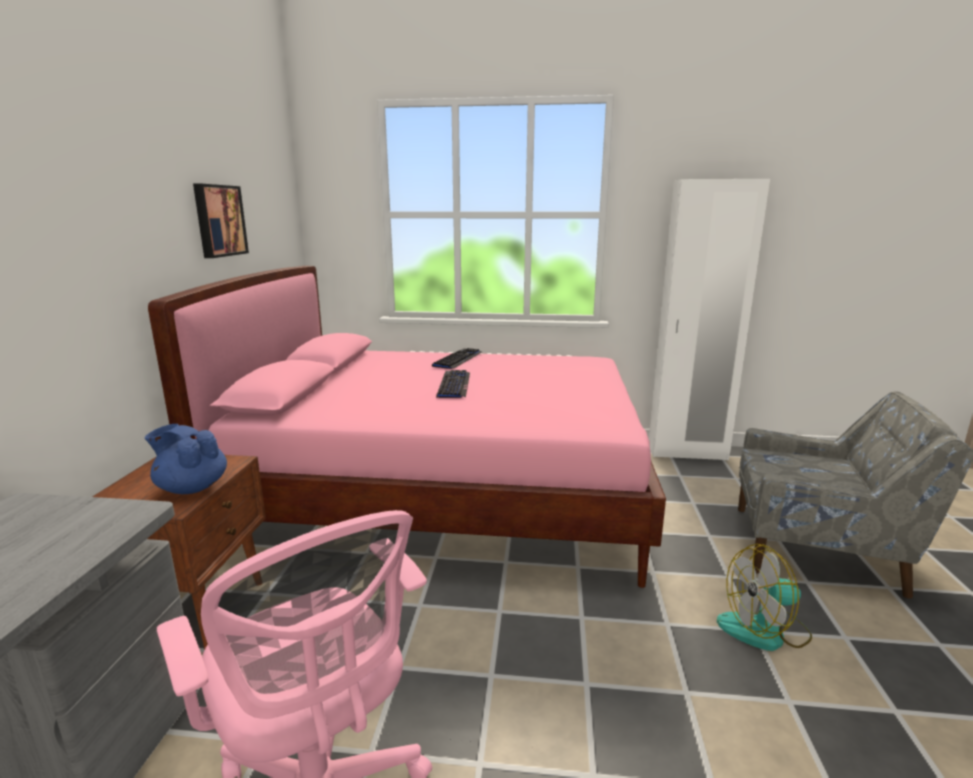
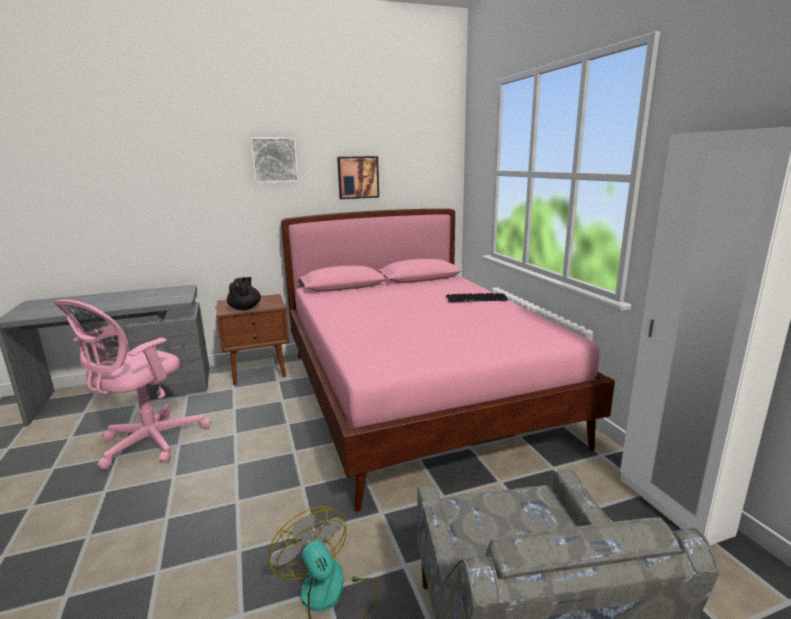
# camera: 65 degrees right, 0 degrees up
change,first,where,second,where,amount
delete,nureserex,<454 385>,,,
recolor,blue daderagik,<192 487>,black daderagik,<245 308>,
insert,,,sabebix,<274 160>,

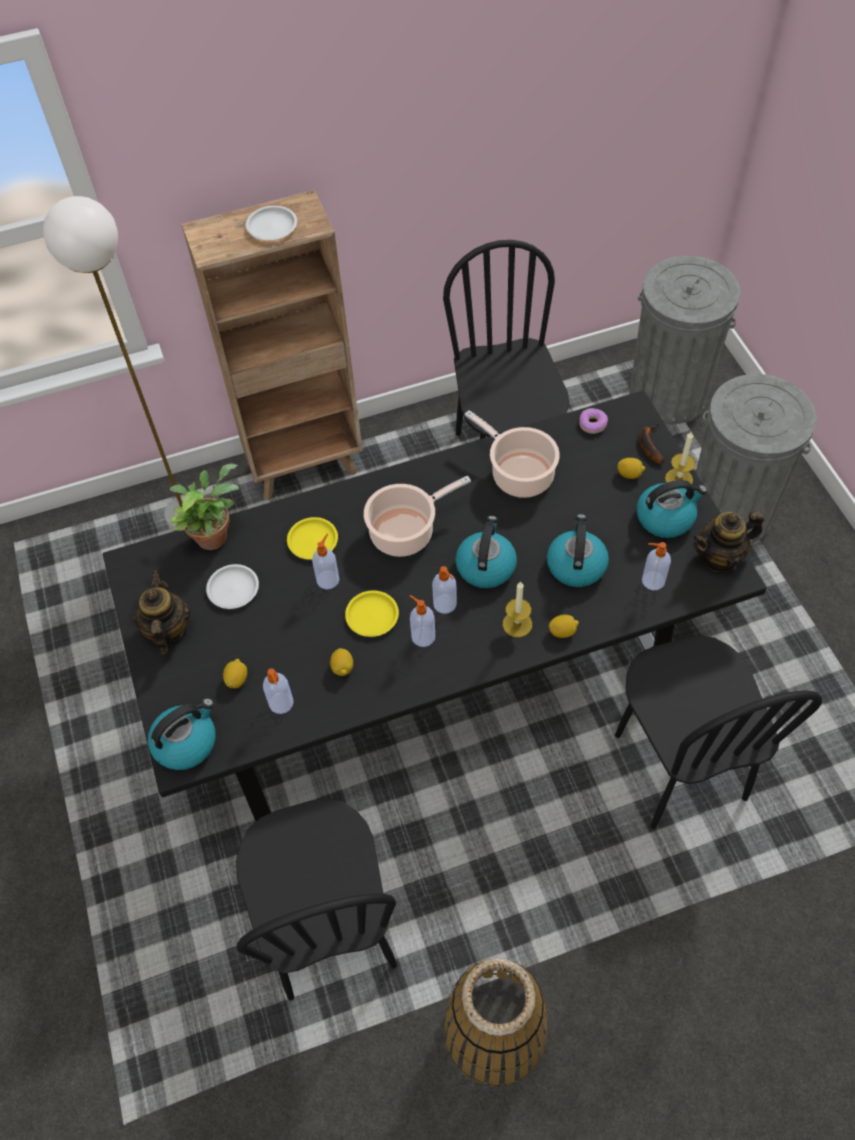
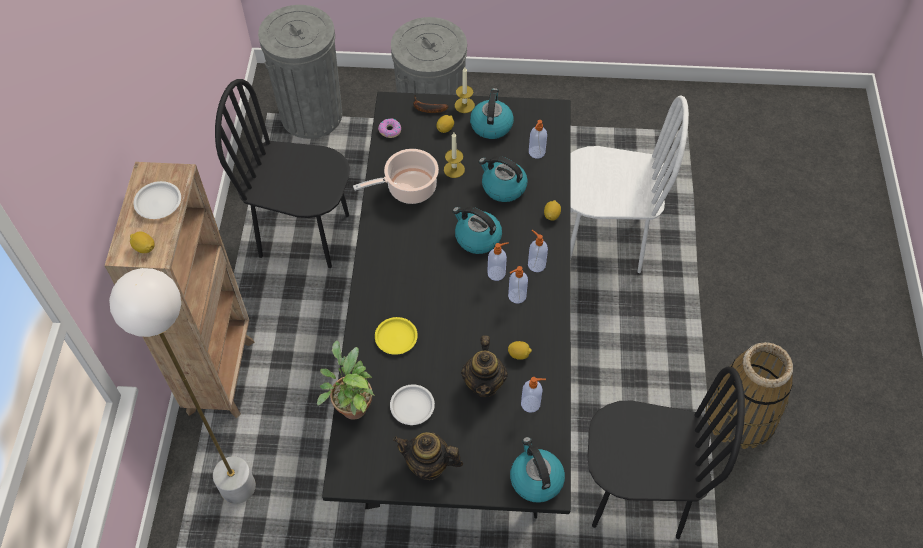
# camera: 70 degrees left, 0 degrees up
change,first,where,second,where,amount
delete,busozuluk,<406 531>,,,
move,daderagik,<720 557>,,<484 383>,
move,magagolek,<328 579>,,<536 264>,
move,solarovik,<517 624>,,<454 169>,
delete,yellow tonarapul,<371 616>,,,
recolor,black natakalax,<678 767>,white natakalax,<604 240>,
move,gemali,<237 679>,,<144 248>,

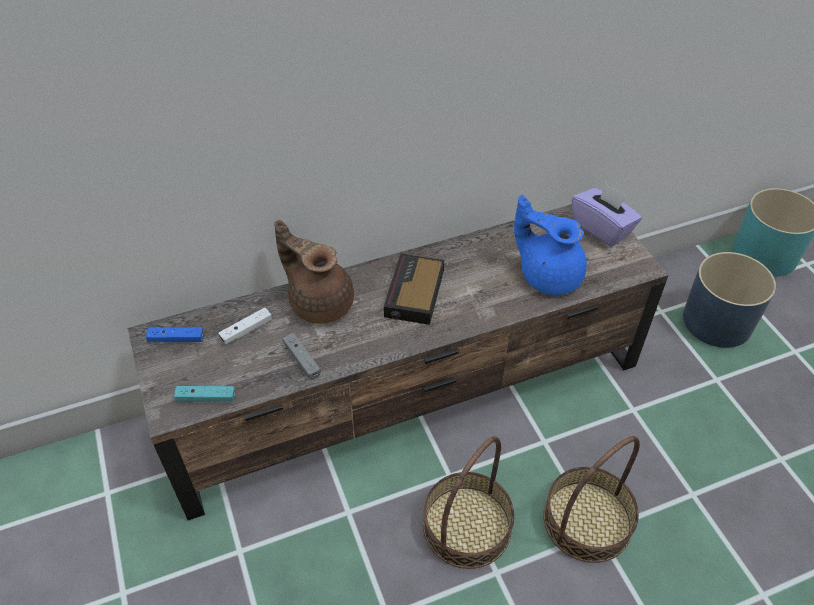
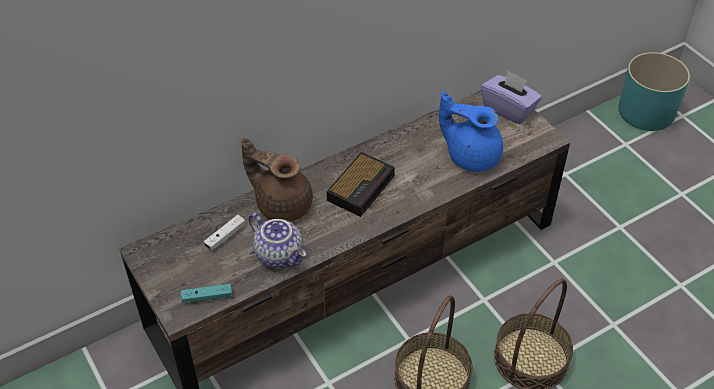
# camera: 10 degrees left, 0 degrees up
change,first,where,second,where,amount
delete,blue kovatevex,<717 322>,,,
rotate,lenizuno,<414 295>,,<361 187>,150 degrees counterclockwise
delete,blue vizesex,<176 339>,,,
replace,grey vizesex,<302 360>,daderagik,<280 254>,

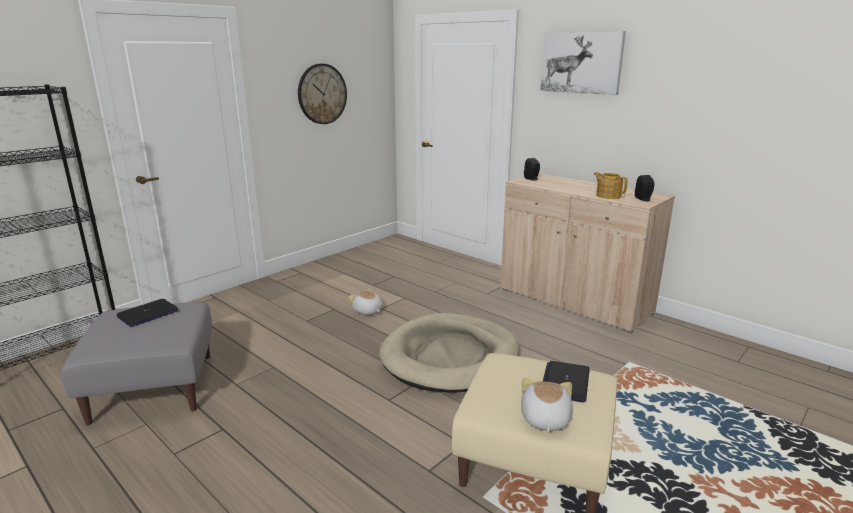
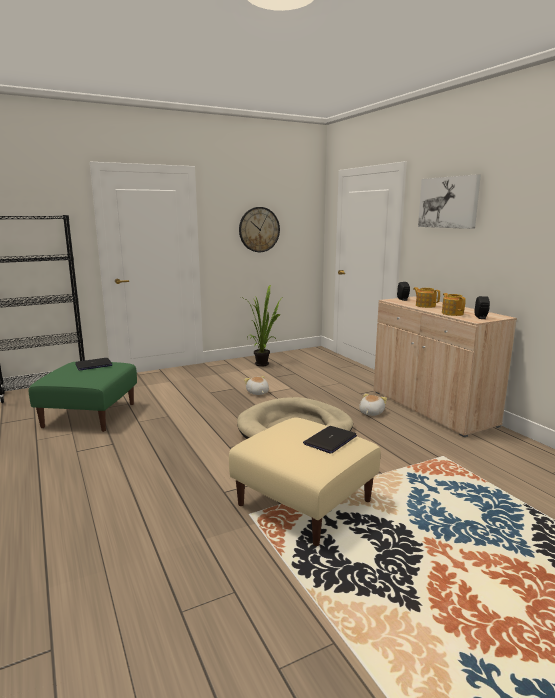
# camera: 20 degrees right, 5 degrees down
change,first,where,second,where,amount
recolor,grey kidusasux,<153 387>,green kidusasux,<89 415>,
move,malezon,<544 419>,,<370 412>,
insert,,,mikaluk,<264 363>,
insert,,,daderagik,<425 305>,

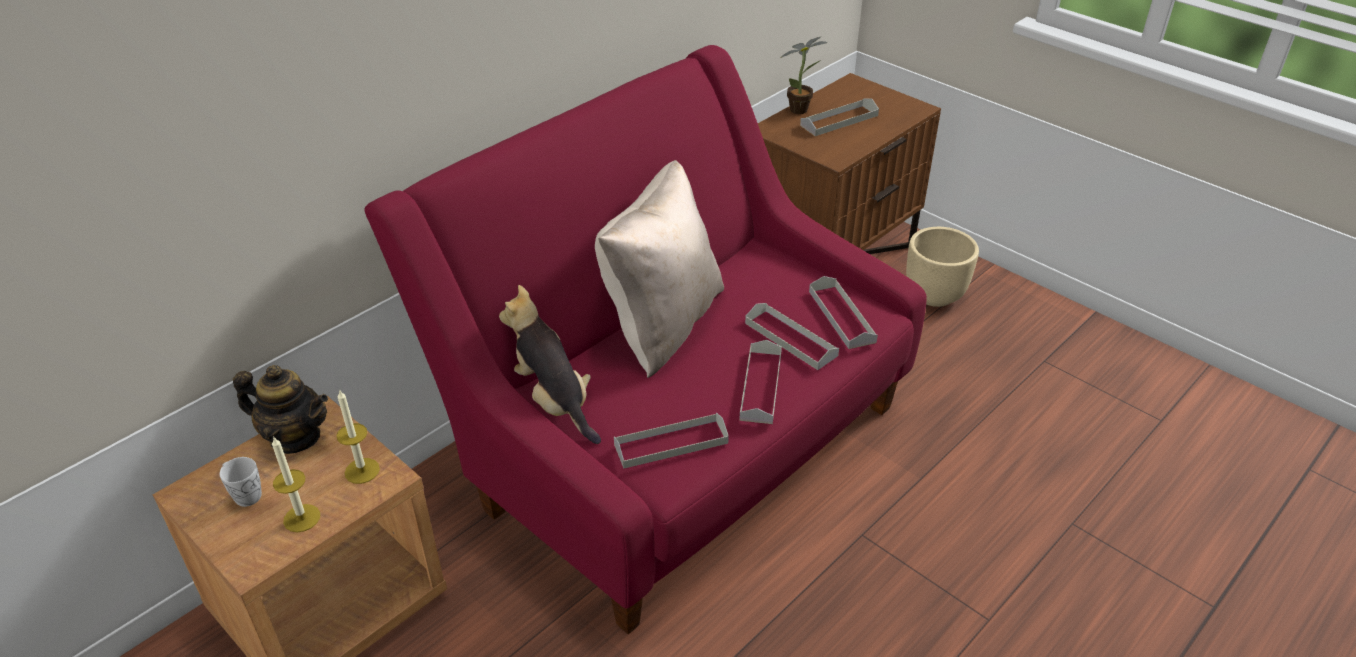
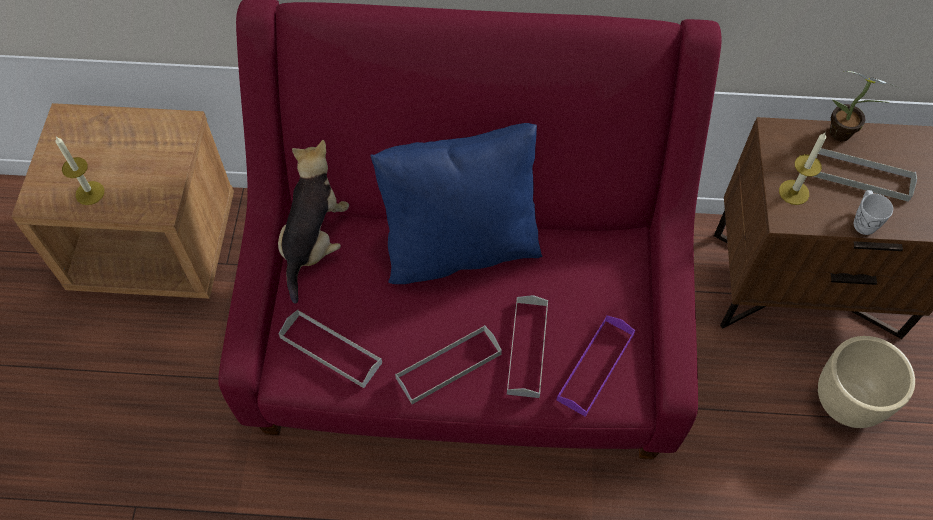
# camera: 50 degrees right, 20 degrees up
change,first,where,second,where,amount
recolor,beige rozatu,<661 324>,blue rozatu,<460 245>,
recolor,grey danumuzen,<841 316>,purple danumuzen,<595 367>,
delete,daderagik,<295 437>,,,
move,solarovik,<362 471>,,<794 192>,
move,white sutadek,<245 494>,,<863 221>,

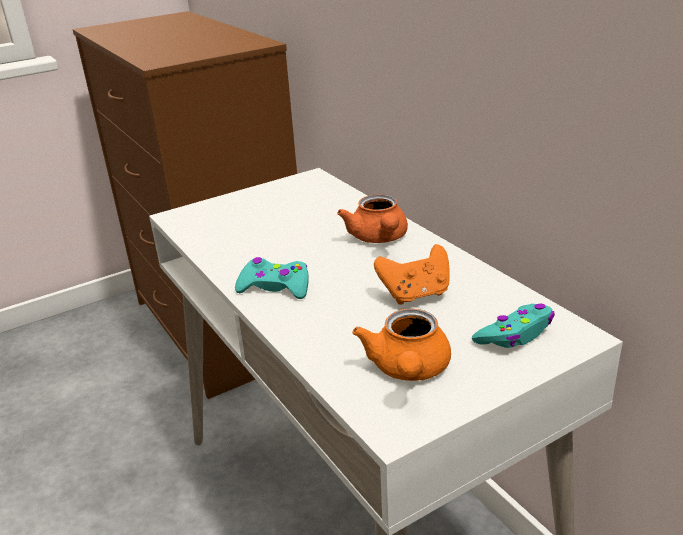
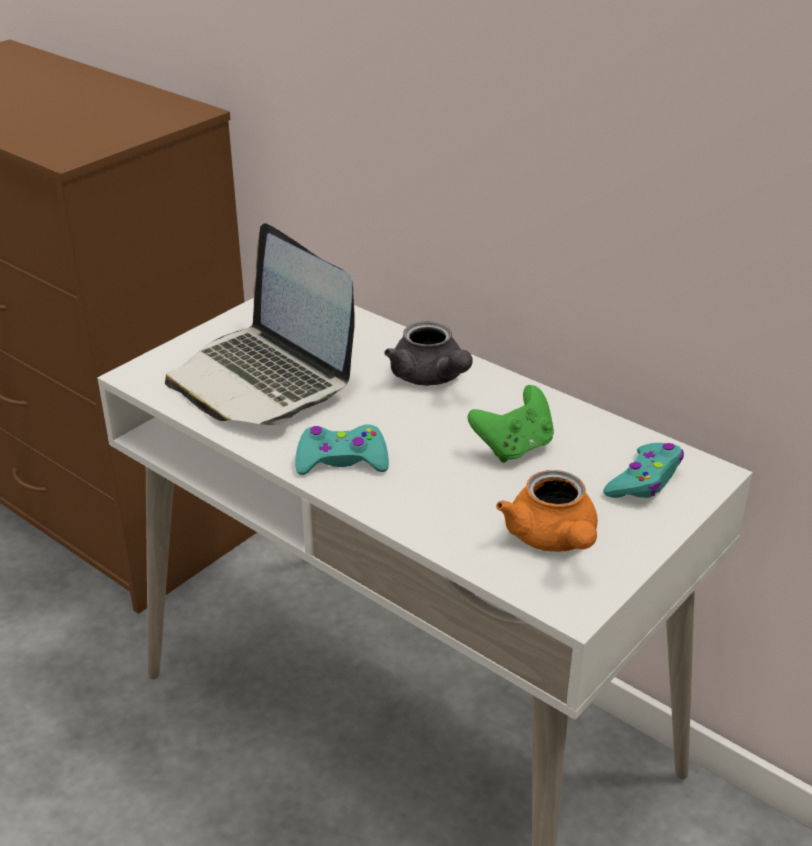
# camera: 20 degrees left, 5 degrees up
change,first,where,second,where,amount
recolor,orange daderagik,<379 238>,grey daderagik,<431 378>,
recolor,orange vizesex,<415 294>,green vizesex,<514 447>,
insert,,,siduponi,<263 379>,

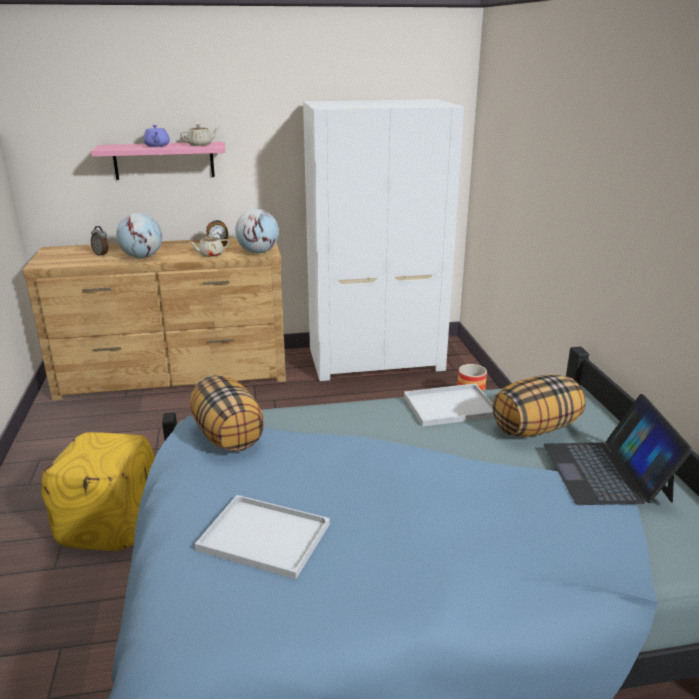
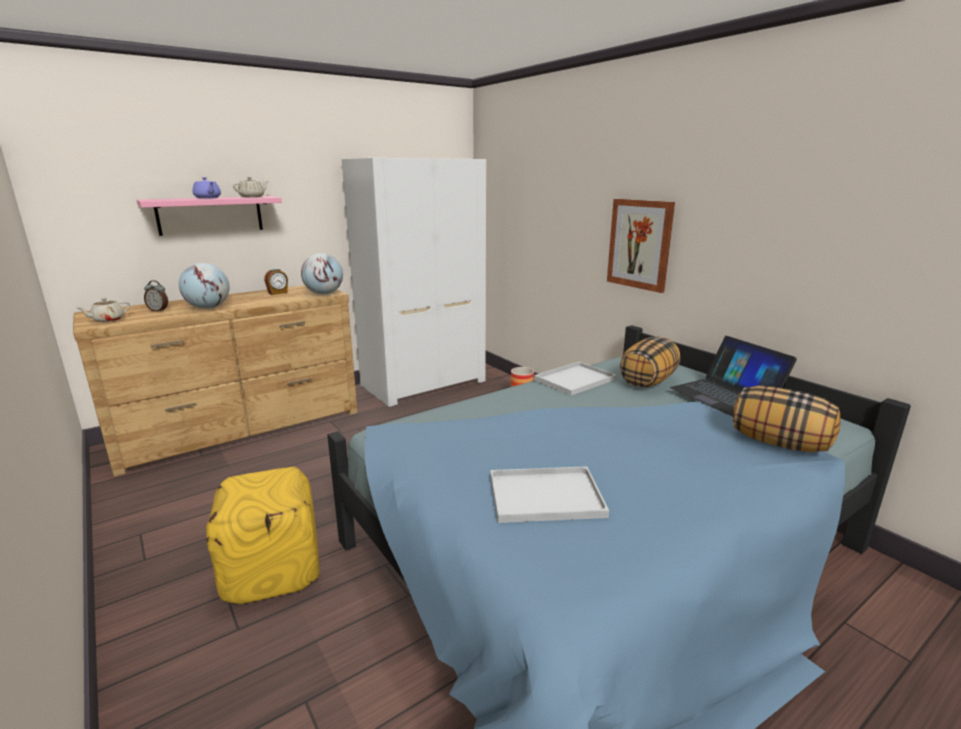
# camera: 25 degrees left, 5 degrees down
change,first,where,second,where,amount
move,beige daderagik,<210 254>,,<108 320>,
move,rozatu,<229 436>,,<779 443>,
insert,,,sabebix,<640 244>,

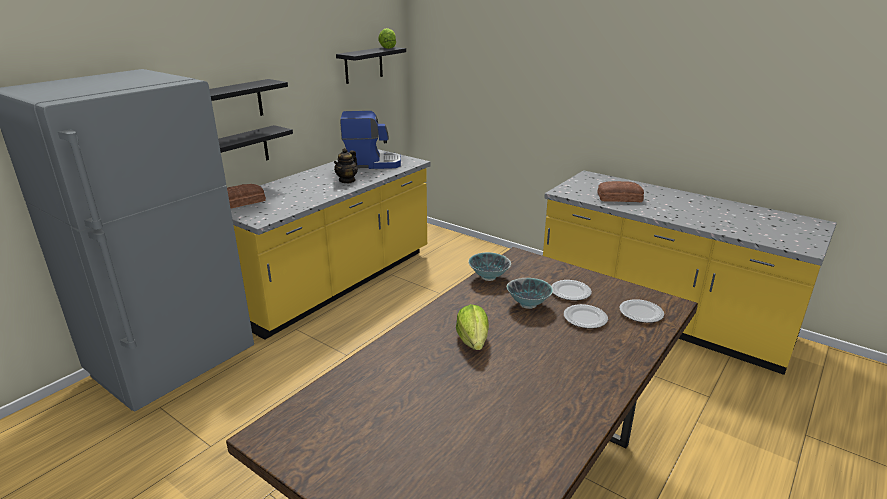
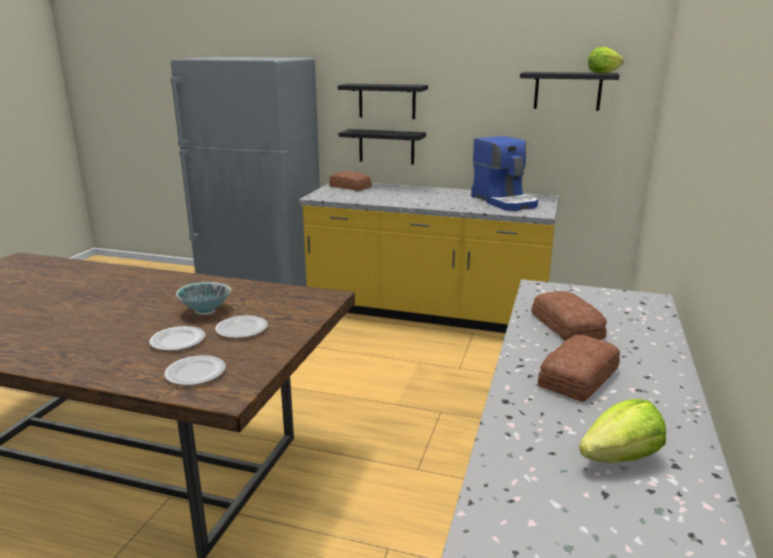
# camera: 70 degrees right, 5 degrees down
change,first,where,second,where,amount
delete,daderagik,<347 180>,,,
delete,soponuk,<488 277>,,,
move,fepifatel,<473 341>,,<620 458>,
insert,,,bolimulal,<576 377>,

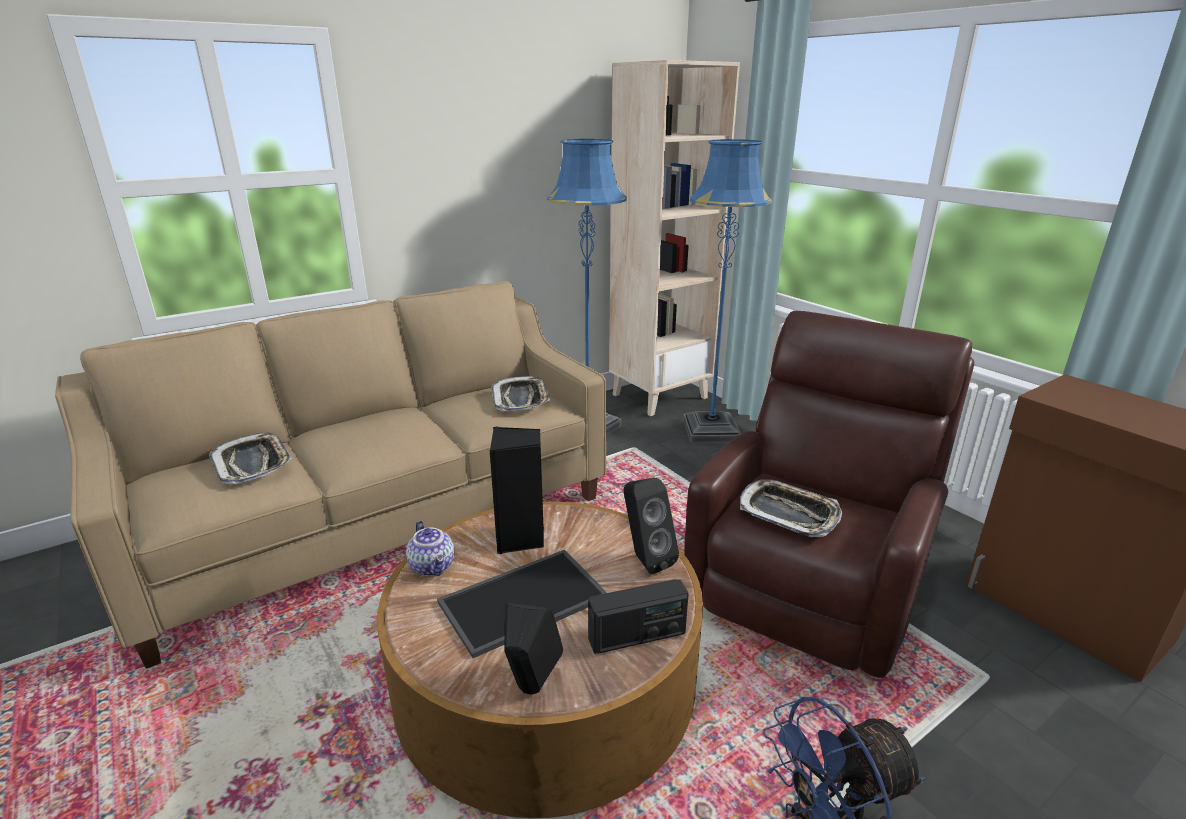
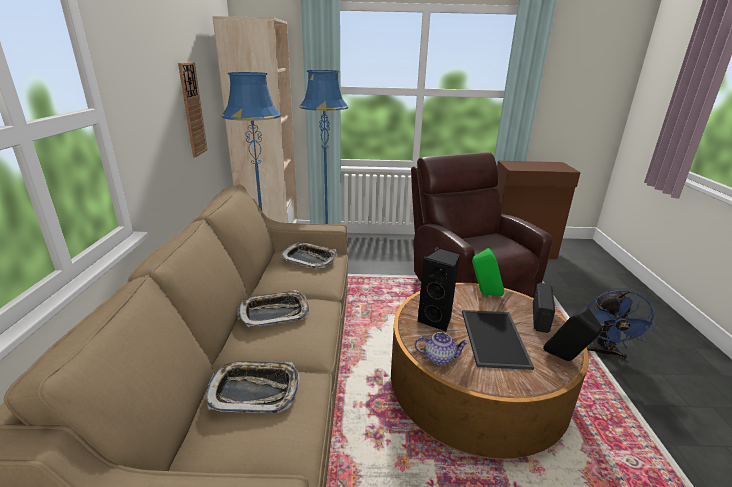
# camera: 55 degrees left, 0 degrees up
change,first,where,second,where,amount
recolor,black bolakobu,<645 559>,green bolakobu,<484 294>,
move,danumuzen,<788 513>,,<274 312>,
insert,,,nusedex,<192 110>,

